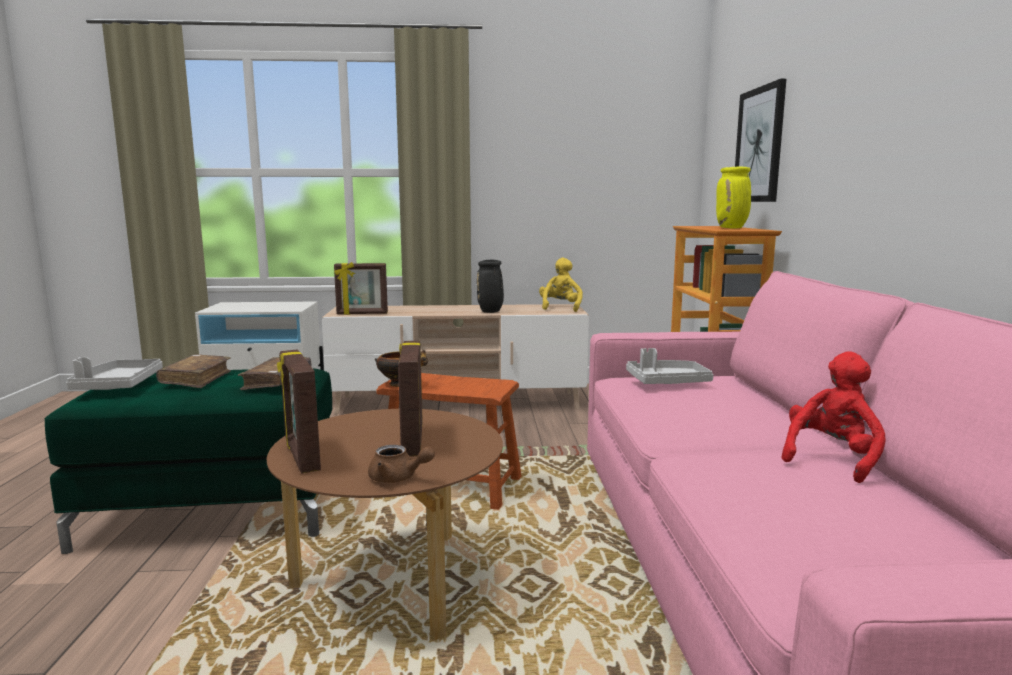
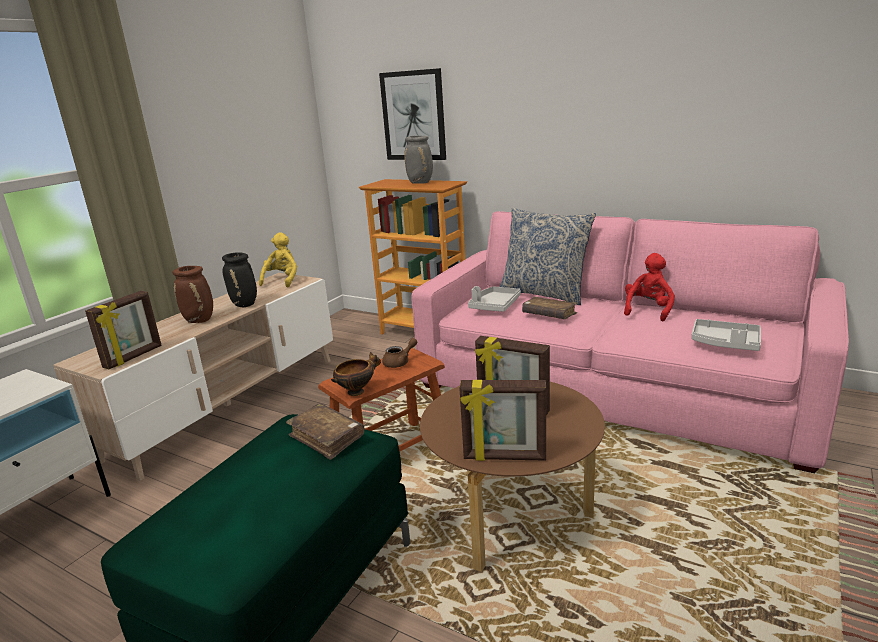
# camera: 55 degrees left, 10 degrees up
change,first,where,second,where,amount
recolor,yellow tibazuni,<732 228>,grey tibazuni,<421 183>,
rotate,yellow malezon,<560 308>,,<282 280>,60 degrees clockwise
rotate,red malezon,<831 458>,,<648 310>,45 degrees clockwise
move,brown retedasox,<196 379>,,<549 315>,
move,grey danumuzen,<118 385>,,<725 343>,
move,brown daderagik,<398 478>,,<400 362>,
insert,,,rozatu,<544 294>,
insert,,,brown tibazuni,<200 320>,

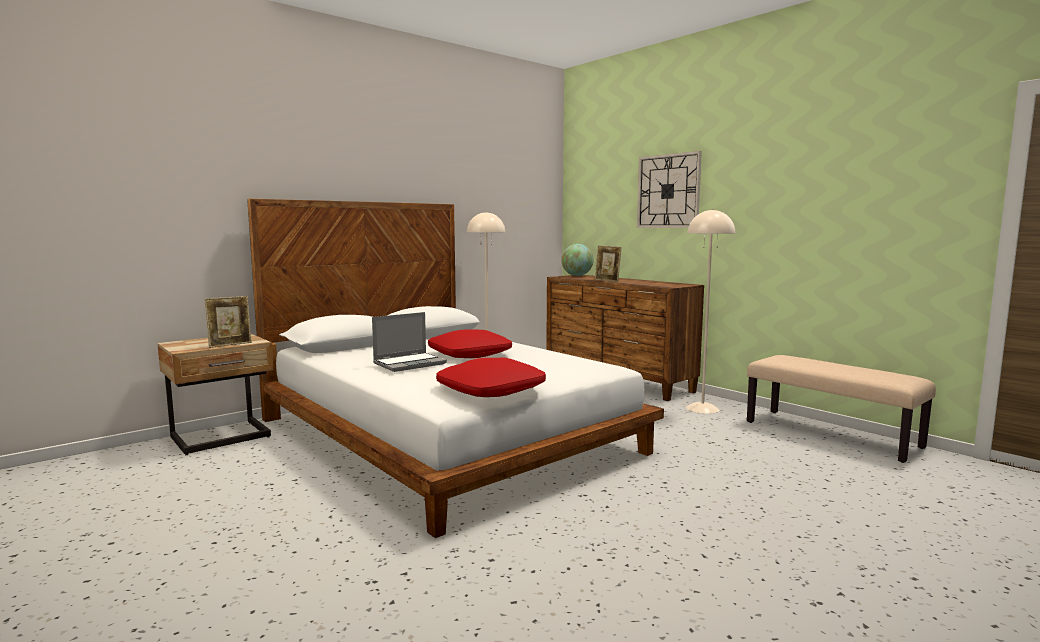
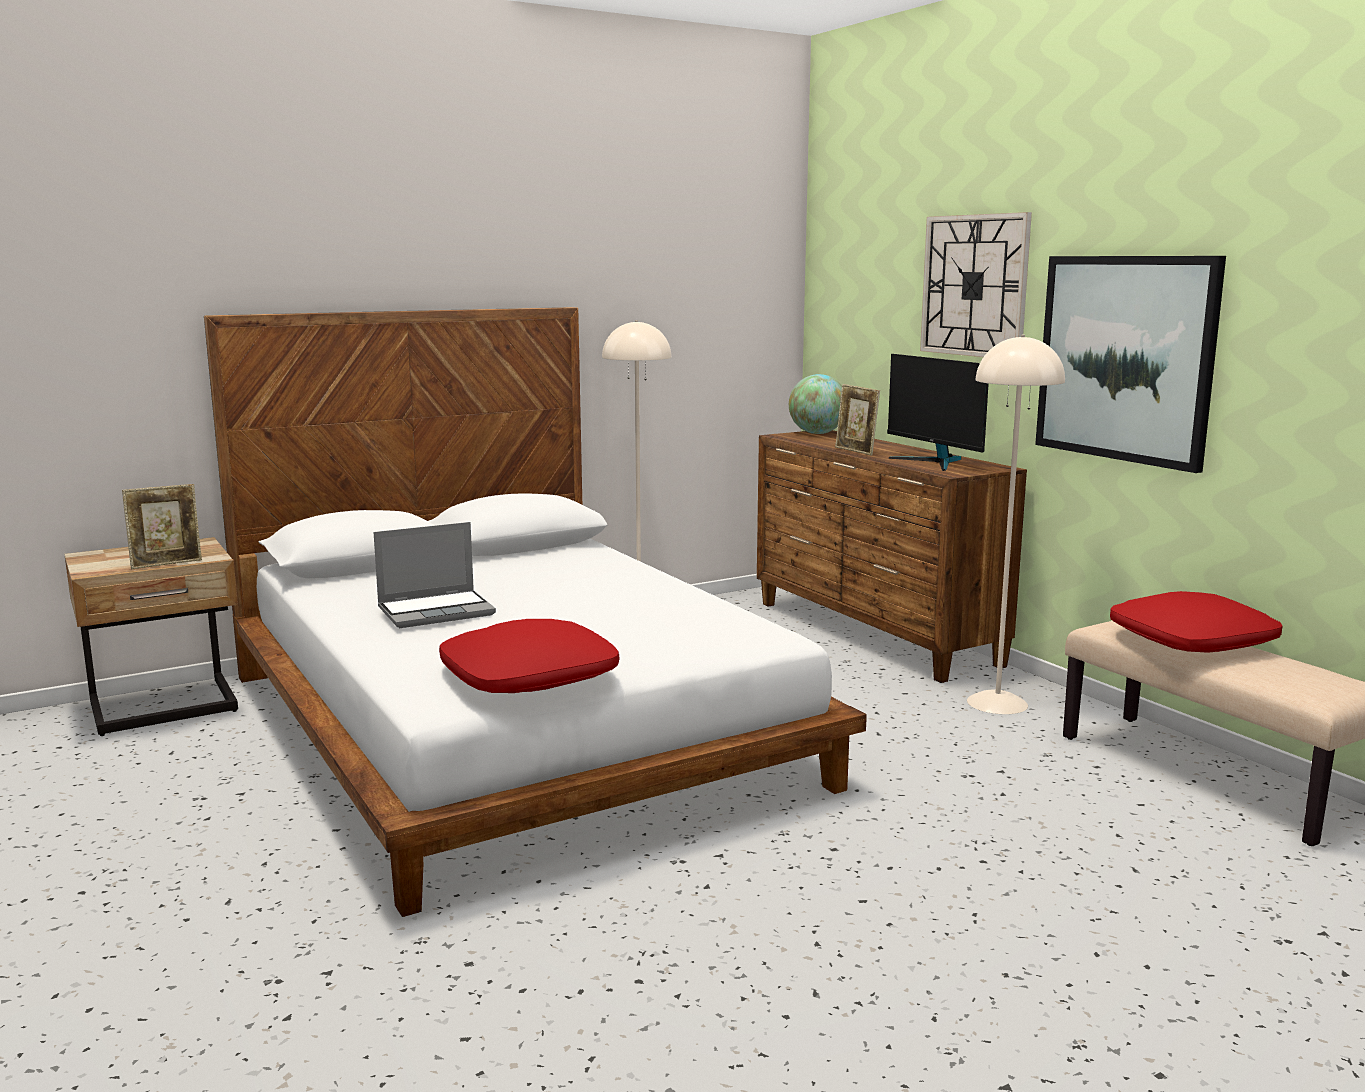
# camera: 10 degrees right, 5 degrees up
change,first,where,second,where,amount
move,red rozatu,<469 354>,,<1191 640>,
insert,,,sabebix,<1125 358>,
insert,,,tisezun,<935 462>,

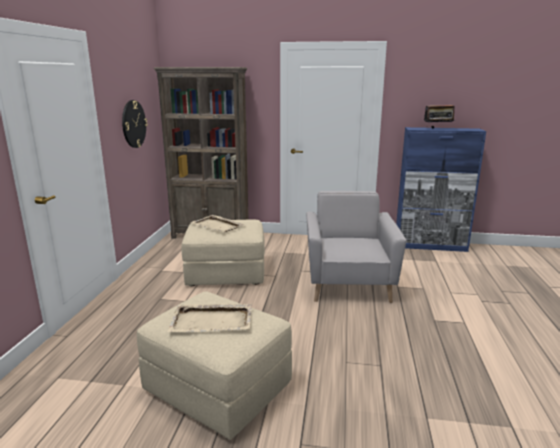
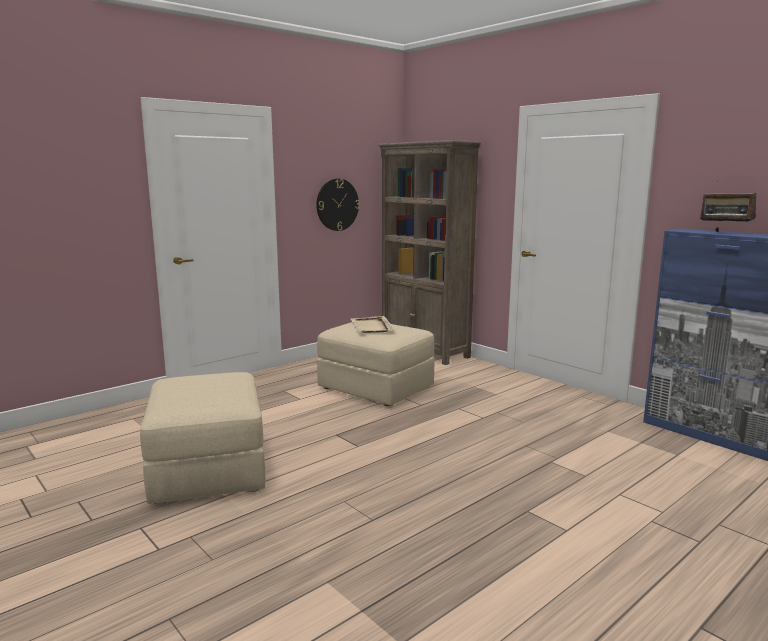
# camera: 40 degrees right, 5 degrees down
change,first,where,second,where,amount
delete,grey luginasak,<348 283>,,,
delete,beige danumuzen,<212 320>,,,

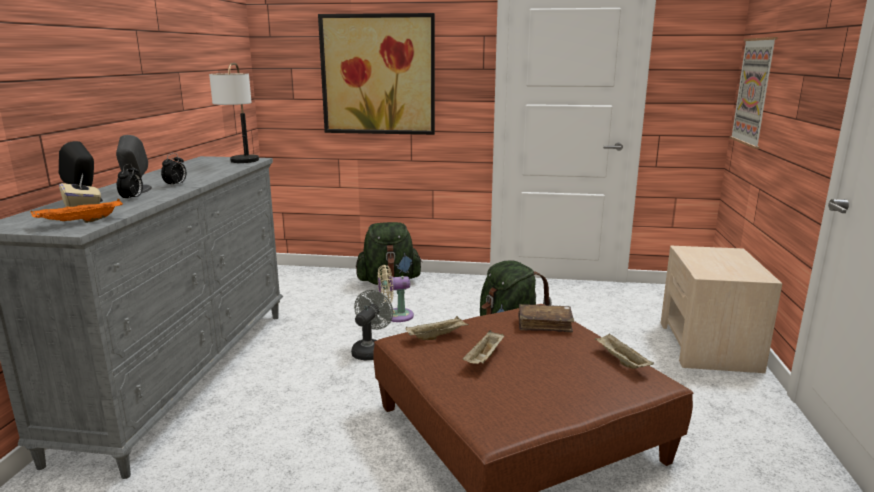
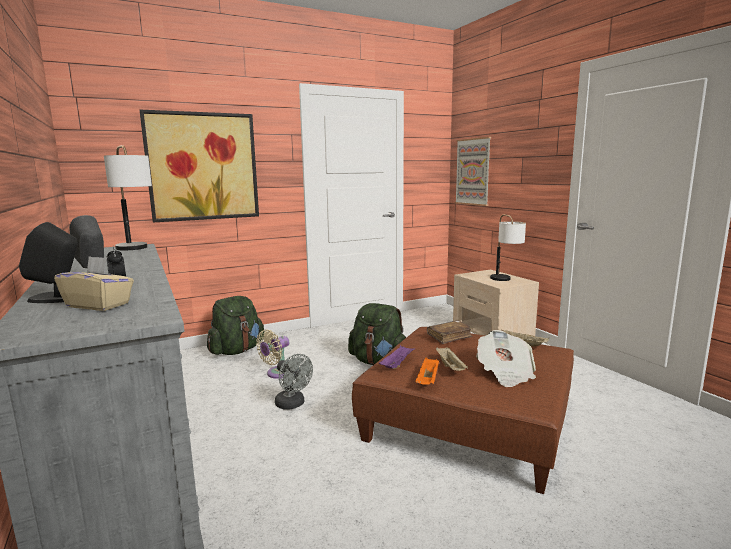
# camera: 35 degrees left, 5 degrees down
change,first,where,second,where,amount
delete,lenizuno,<176 185>,,,
move,orange danumuzen,<80 222>,,<428 380>,
rotate,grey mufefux,<370 350>,,<293 404>,150 degrees clockwise
recolor,beige danumuzen,<437 336>,purple danumuzen,<397 364>,
insert,,,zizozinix,<505 281>,
insert,,,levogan,<505 373>,

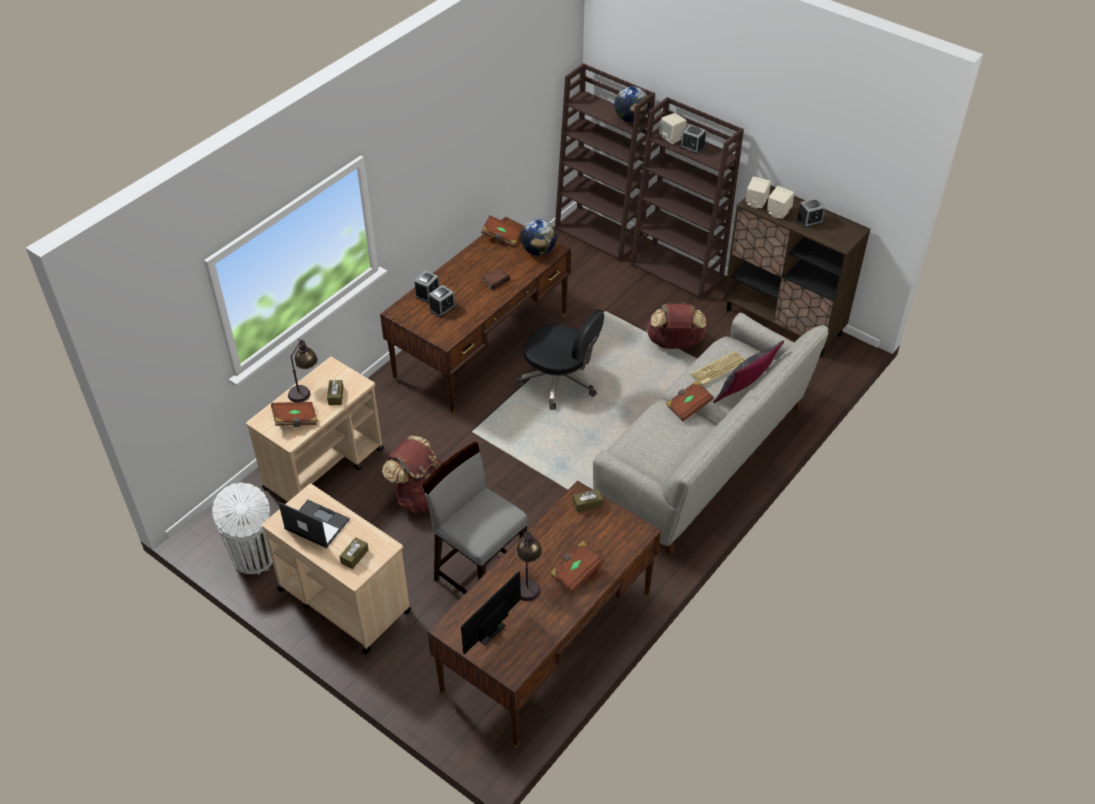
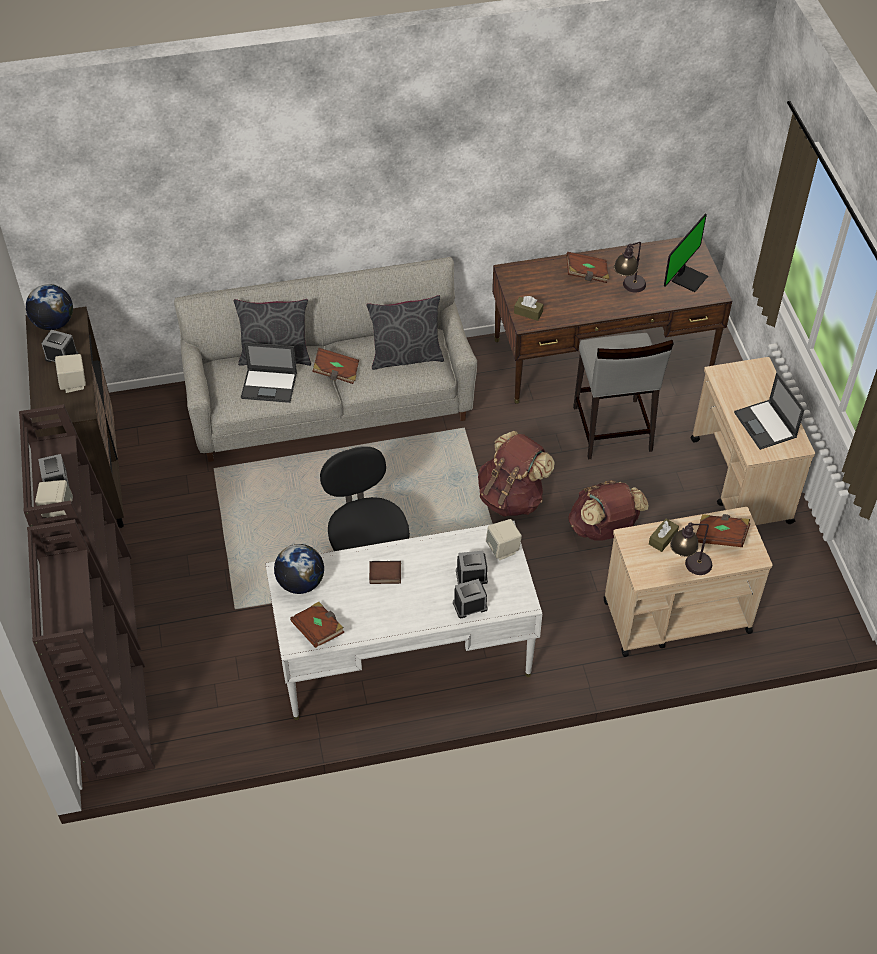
# camera: 140 degrees left, 5 degrees up
change,first,where,second,where,amount
move,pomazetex,<631 119>,,<53 323>,
move,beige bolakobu,<756 202>,,<503 549>,
recolor,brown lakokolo,<481 347>,white lakokolo,<404 654>,
move,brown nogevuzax,<674 344>,,<512 497>,
replace,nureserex,<718 369>,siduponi,<270 385>,
delete,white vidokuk,<254 558>,,,
delete,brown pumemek,<354 556>,,,
rotate,tisezun,<485 629>,,<688 278>,45 degrees counterclockwise
insert,,,grey rozatu,<406 356>,

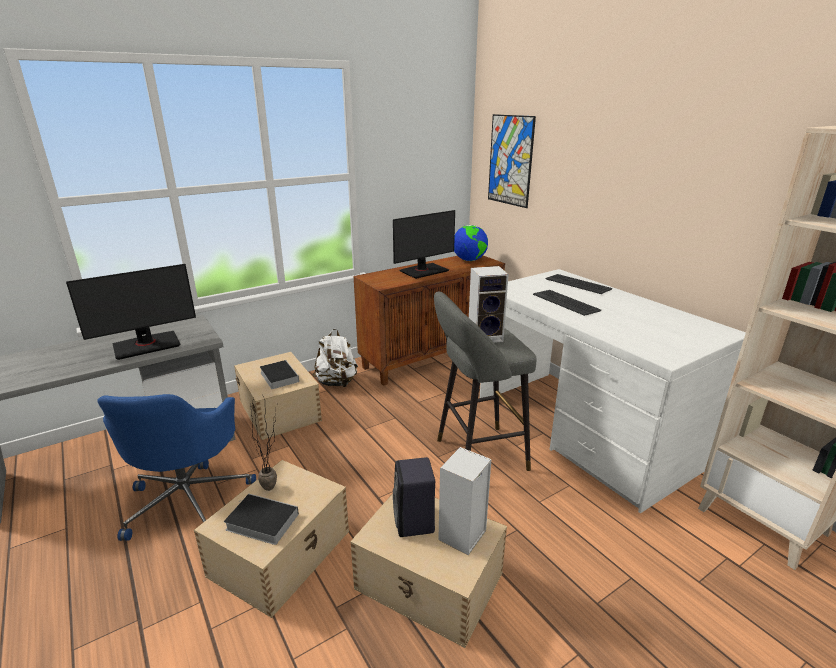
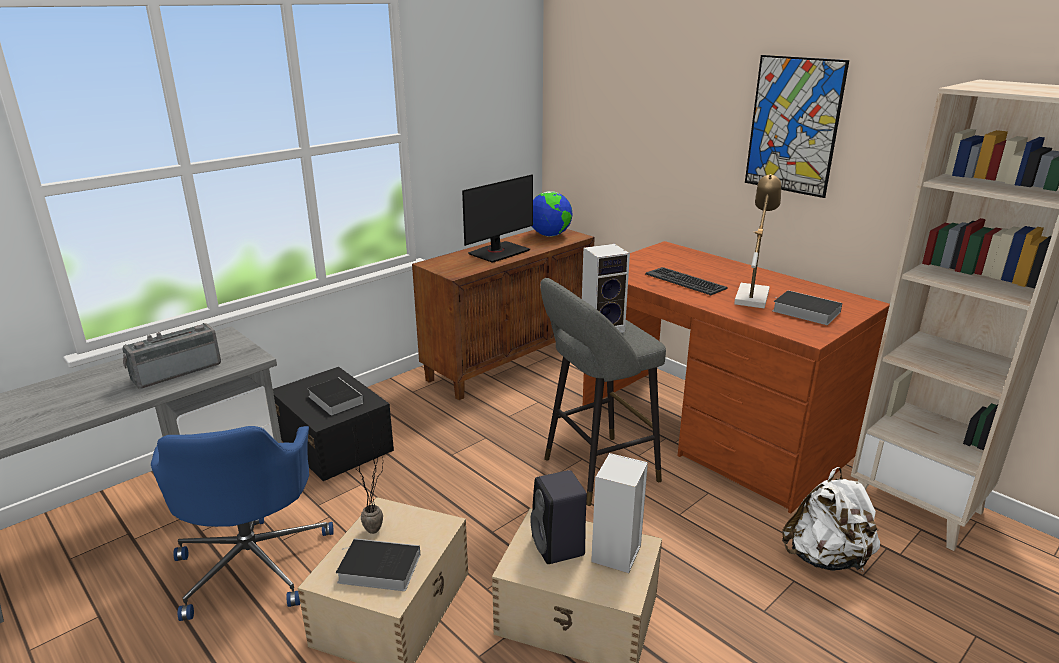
# camera: 10 degrees left, 0 degrees up
change,first,where,second,where,amount
move,sabebix,<510 160>,,<793 126>,
replace,tisezun,<146 345>,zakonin,<176 371>,
recolor,white lakokolo,<583 431>,brown lakokolo,<711 431>,
delete,nureserex,<578 284>,,,
move,white nogevuzax,<337 383>,,<826 558>,
recolor,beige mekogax,<279 409>,black mekogax,<334 442>,
insert,,,zizozinix,<751 295>,
insert,,,retedasox,<803 311>,

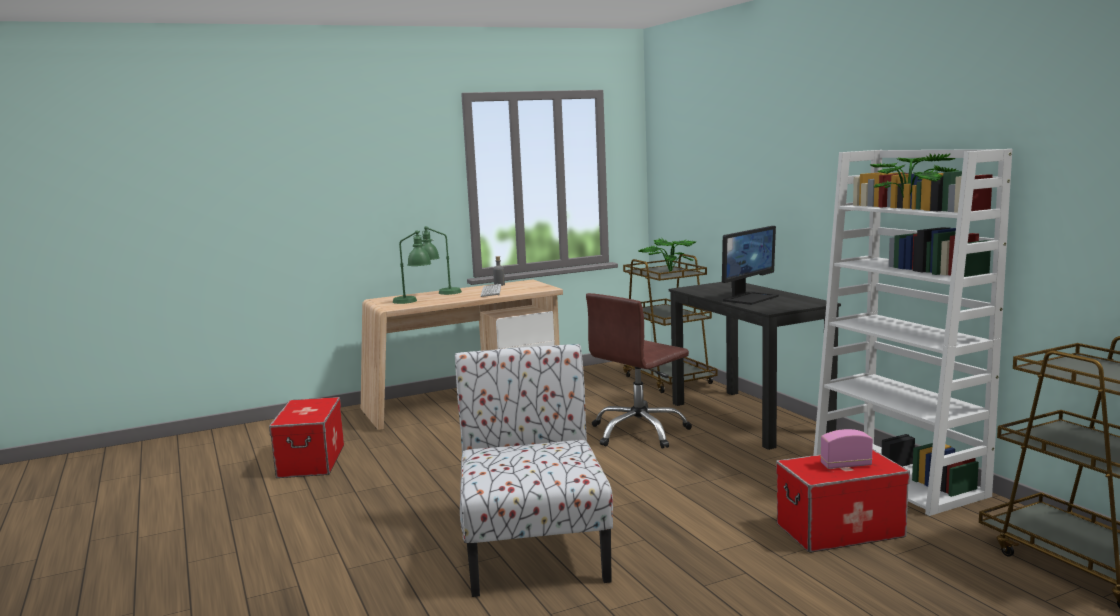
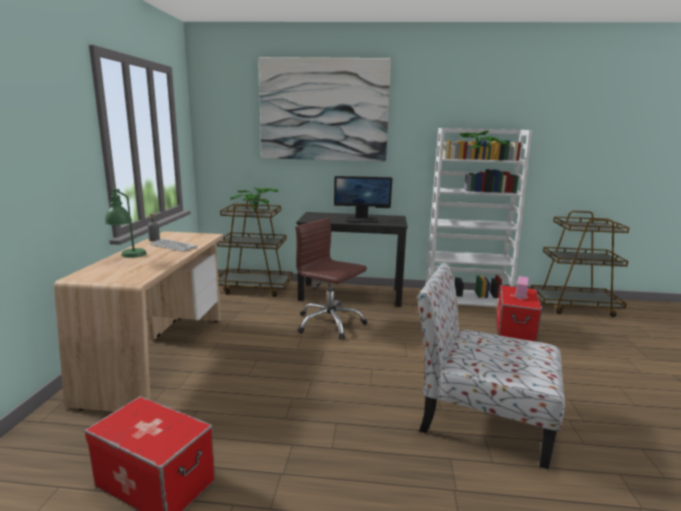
# camera: 60 degrees left, 5 degrees up
change,first,where,second,where,amount
rotate,tisezun,<750 298>,,<362 220>,105 degrees clockwise
delete,green zizozinix,<414 301>,,,
rotate,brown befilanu,<639 432>,,<329 323>,135 degrees clockwise
insert,,,sabebix,<323 110>,

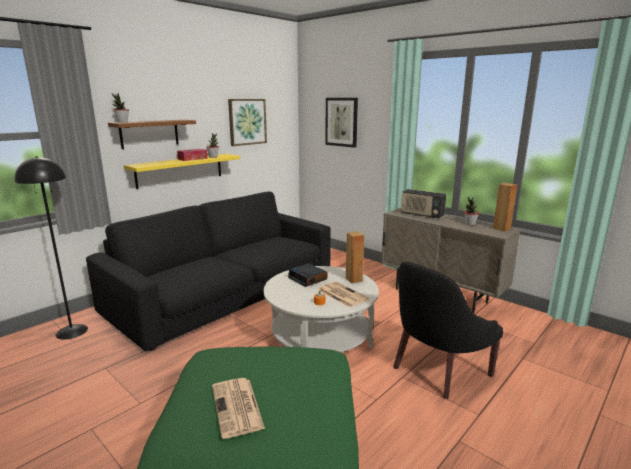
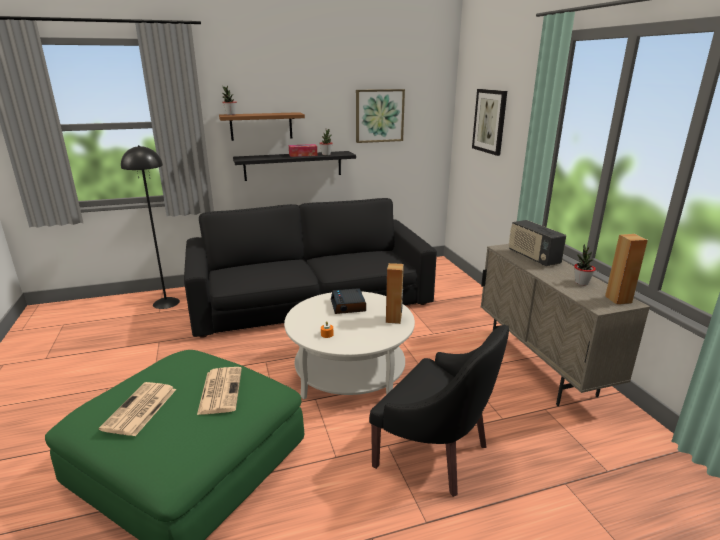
# camera: 30 degrees right, 5 degrees up
change,first,where,second,where,amount
recolor,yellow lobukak,<180 170>,black lobukak,<293 165>,
rotate,black luginasak,<437 369>,,<435 453>,135 degrees counterclockwise
move,levogan,<341 294>,,<220 390>,

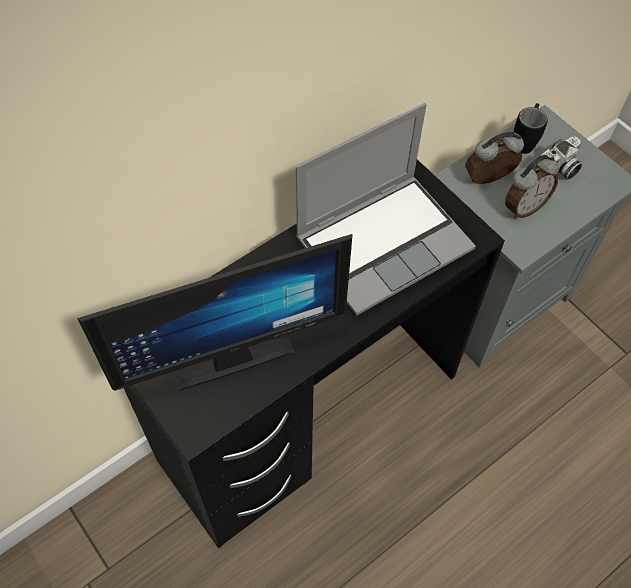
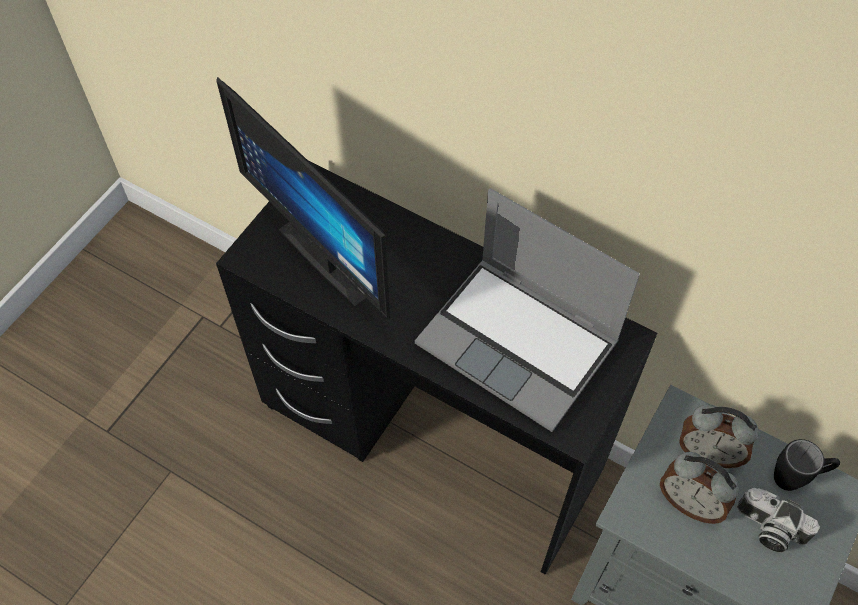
# camera: 70 degrees right, 0 degrees up
change,first,where,second,where,amount
rotate,lenizuno,<489 180>,,<708 452>,150 degrees clockwise

